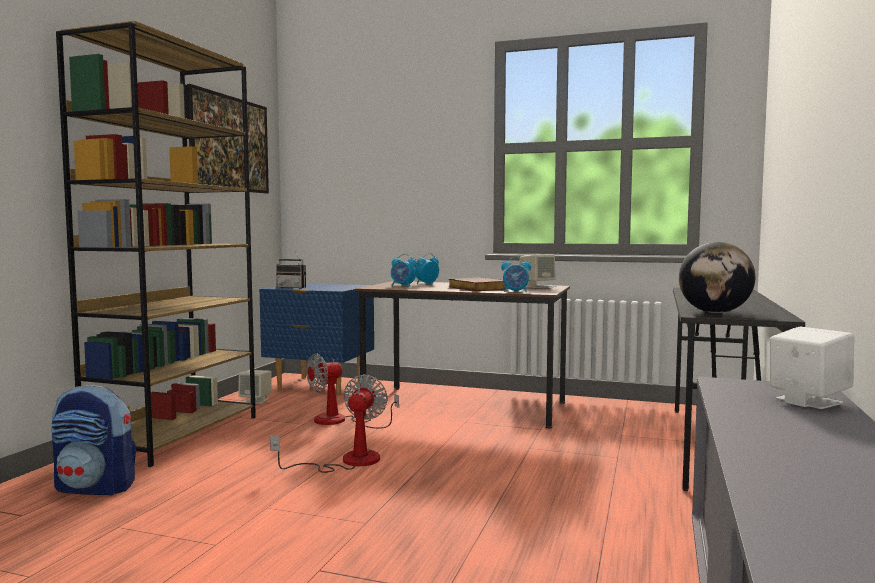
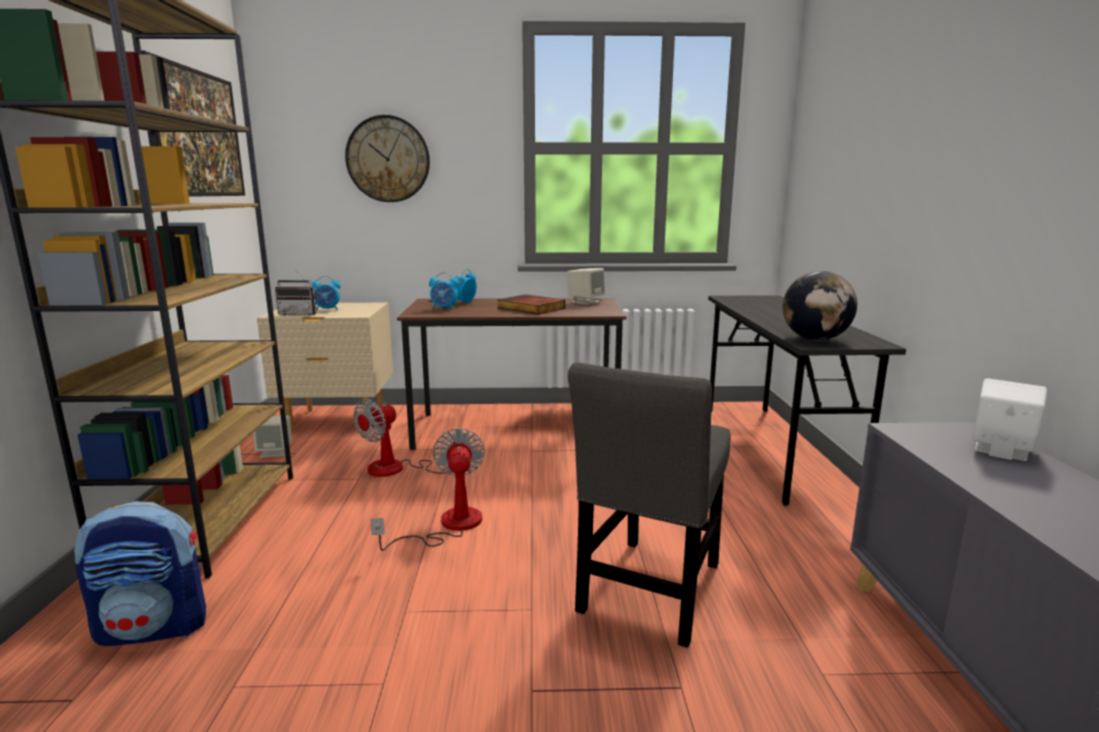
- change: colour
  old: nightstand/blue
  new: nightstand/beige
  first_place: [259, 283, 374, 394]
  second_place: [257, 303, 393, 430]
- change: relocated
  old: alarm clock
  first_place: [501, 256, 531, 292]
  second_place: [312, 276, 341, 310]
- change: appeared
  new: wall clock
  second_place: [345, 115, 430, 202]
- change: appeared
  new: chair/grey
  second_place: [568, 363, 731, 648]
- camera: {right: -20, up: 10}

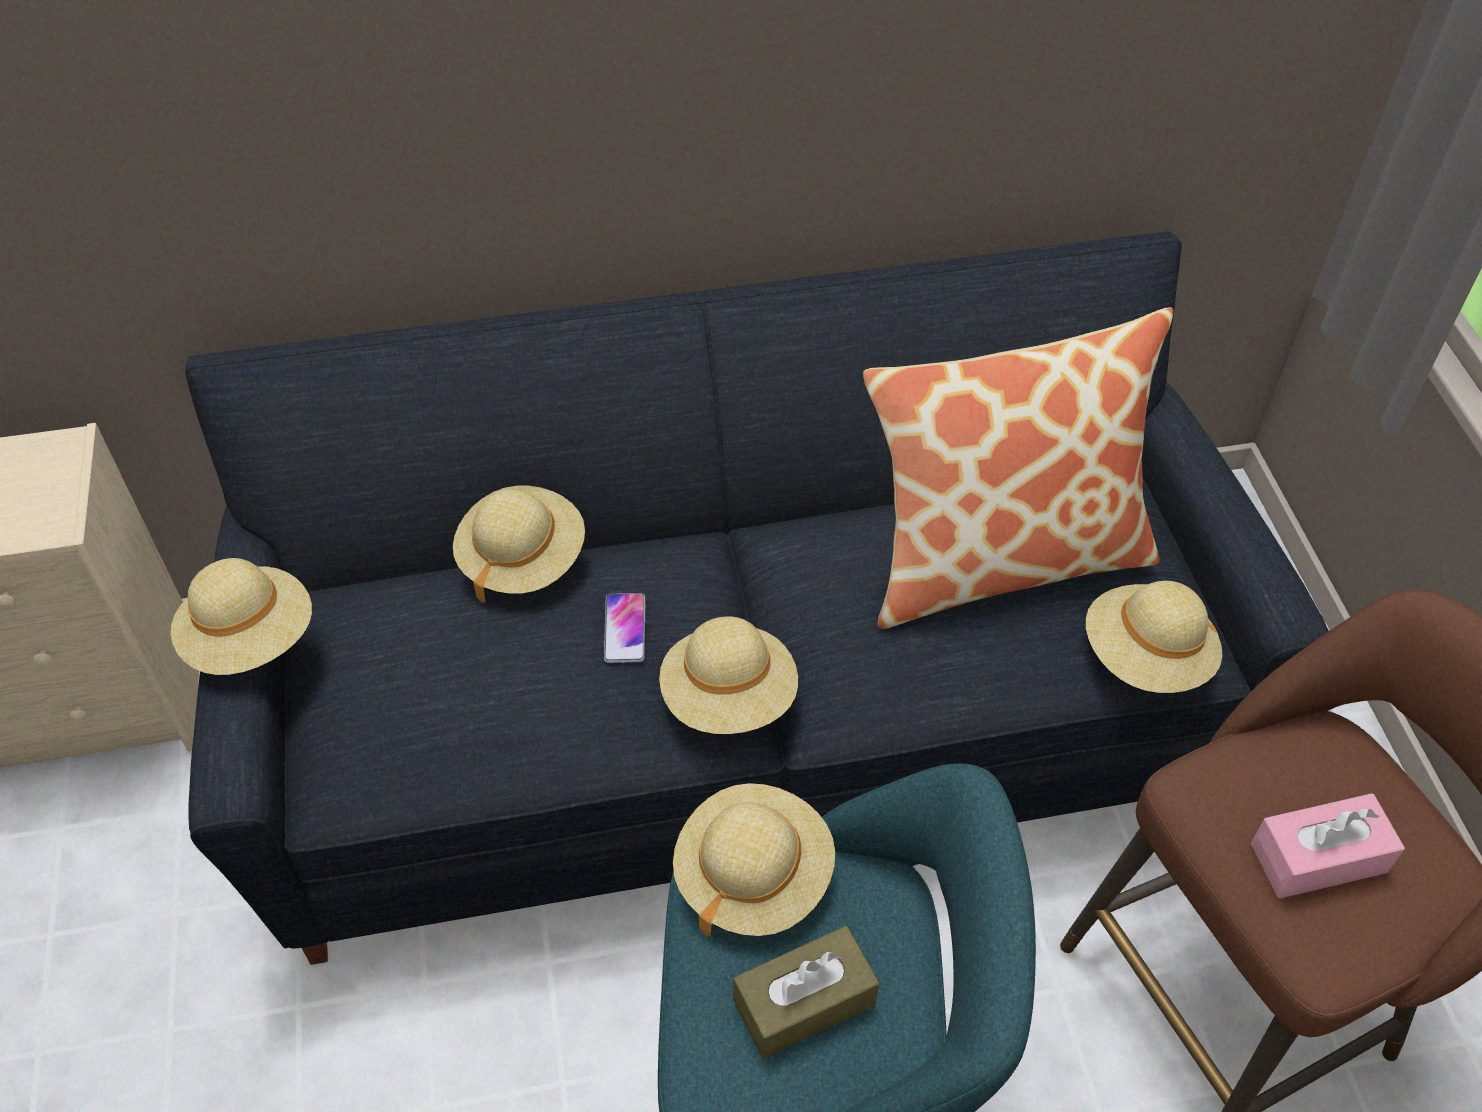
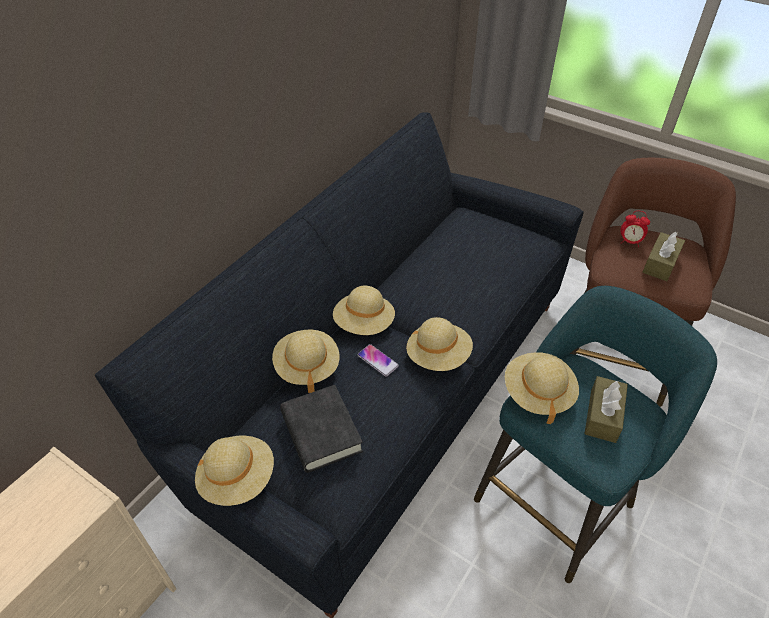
- change: appeared
  new: book/black
  second_place: [280, 385, 363, 473]
- change: relocated
  old: hat/beige
  first_place: [1086, 581, 1222, 693]
  second_place: [333, 286, 395, 335]
- change: appeared
  new: alarm clock
  second_place: [620, 210, 650, 247]
- change: colour
  old: tissue box/pink
  new: tissue box/brown
  first_place: [1251, 793, 1405, 899]
  second_place: [643, 231, 685, 281]
- change: missing
  old: pillow
  first_place: [863, 307, 1174, 629]
- camera: {right: -45, up: -5}

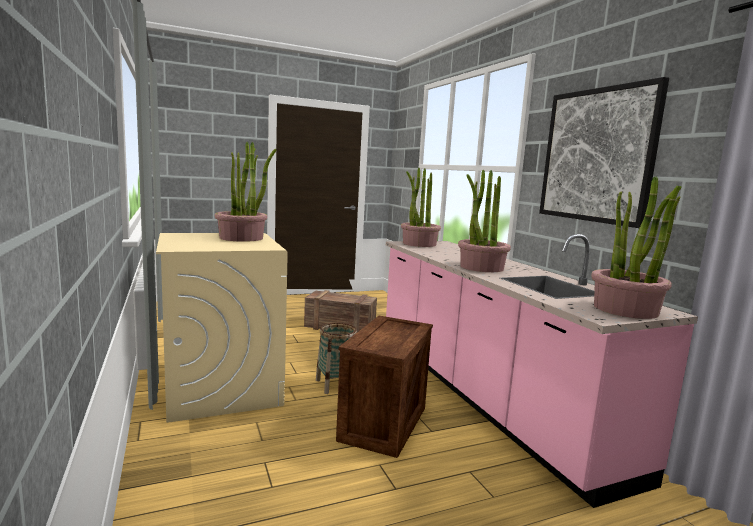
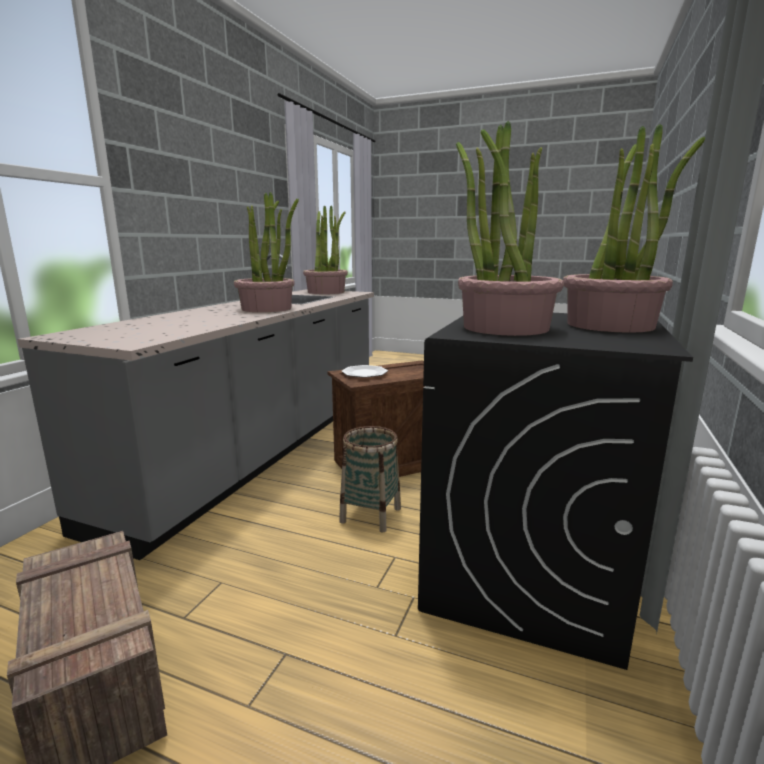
- change: colour
  old: counter/pink
  new: counter/grey
  first_place: [386, 234, 698, 508]
  second_place: [17, 254, 374, 560]
- change: appeared
  new: plate
  second_place: [341, 365, 388, 378]
- change: colour
  old: washing machine/beige
  new: washing machine/black
  first_place: [156, 233, 288, 423]
  second_place: [418, 313, 693, 670]
- change: relocated
  old: potted plant
  first_place: [401, 168, 441, 247]
  second_place: [563, 124, 705, 333]
- change: missing
  old: picture
  first_place: [539, 77, 669, 228]
- camera: {right: -135, up: 5}

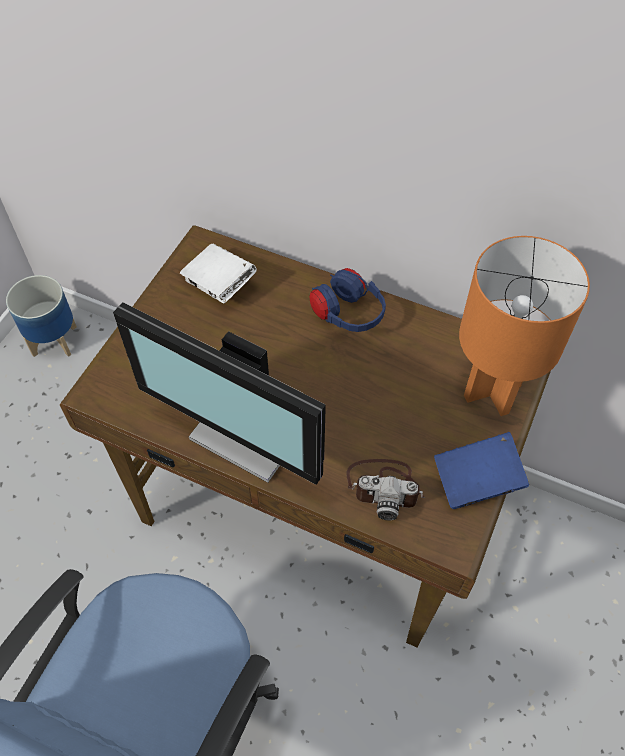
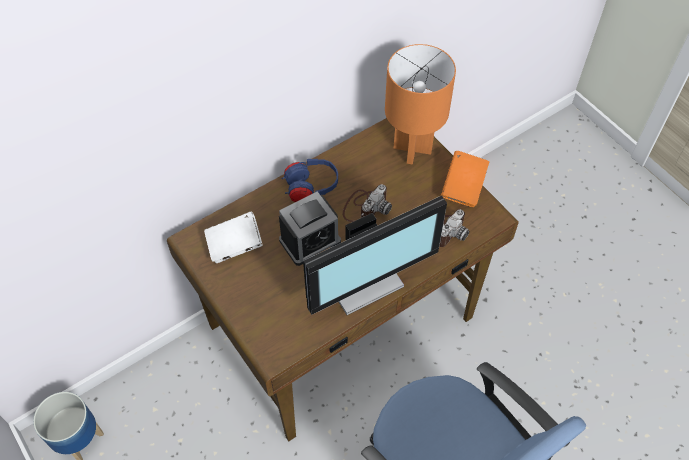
- change: appeared
  new: alarm clock
  second_place: [279, 191, 341, 266]
- change: appeared
  new: photo camera
  second_place: [343, 184, 392, 222]
- change: colour
  old: book/blue
  new: book/orange
  first_place: [434, 432, 529, 509]
  second_place: [441, 151, 489, 207]
- camera: {right: -60, up: 0}

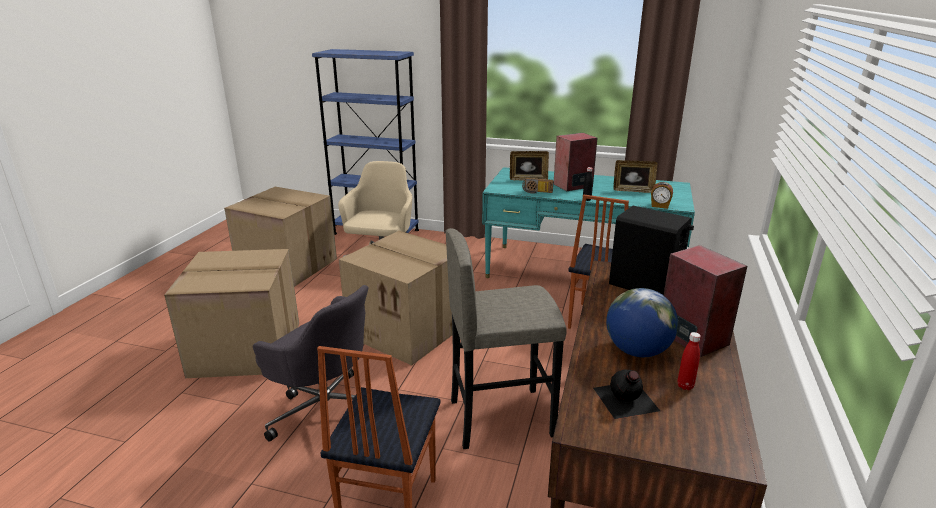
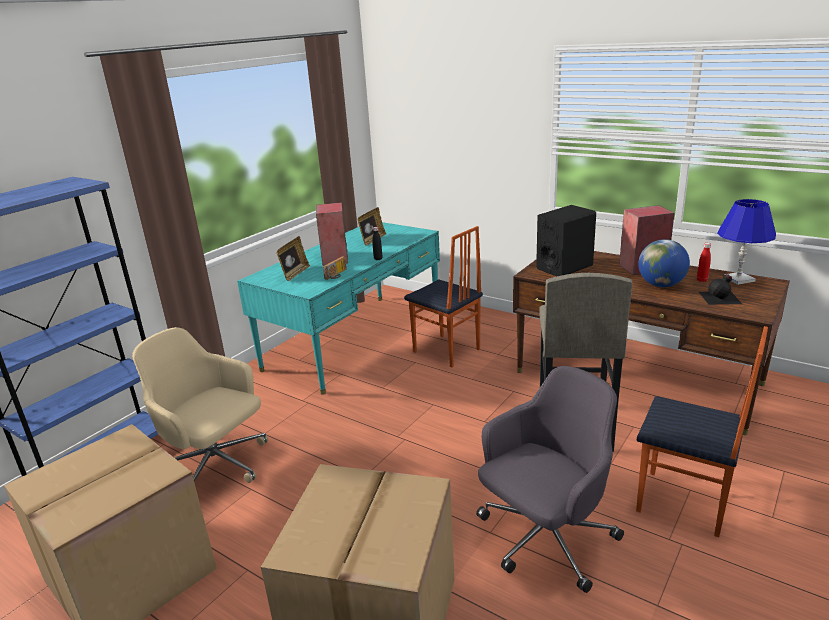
- change: appeared
  new: table lamp/blue
  second_place: [717, 199, 776, 285]
- change: missing
  old: cardboard box
  first_place: [339, 231, 452, 365]
- change: missing
  old: alarm clock
  first_place: [651, 182, 673, 209]
- camera: {right: -70, up: 0}

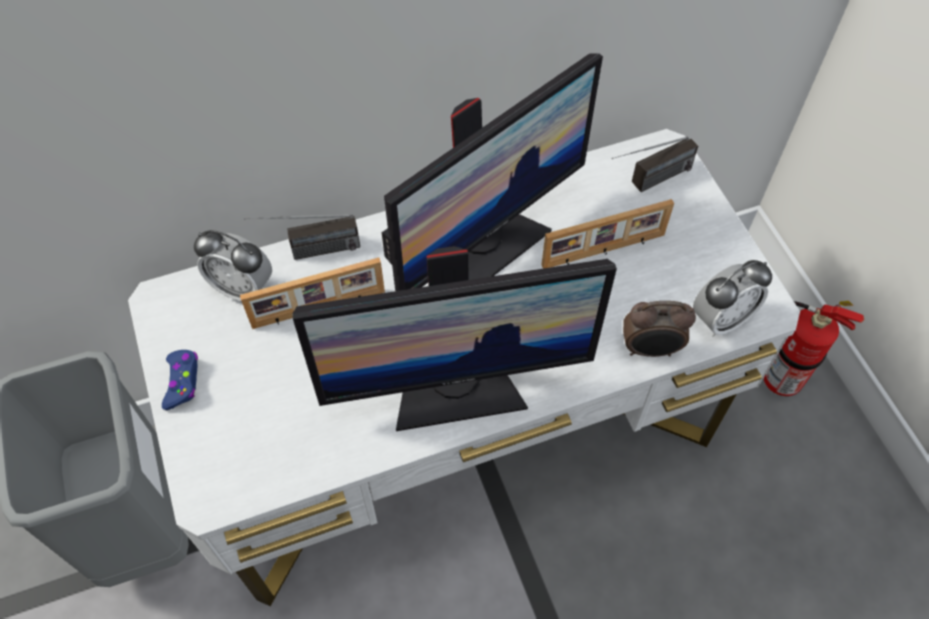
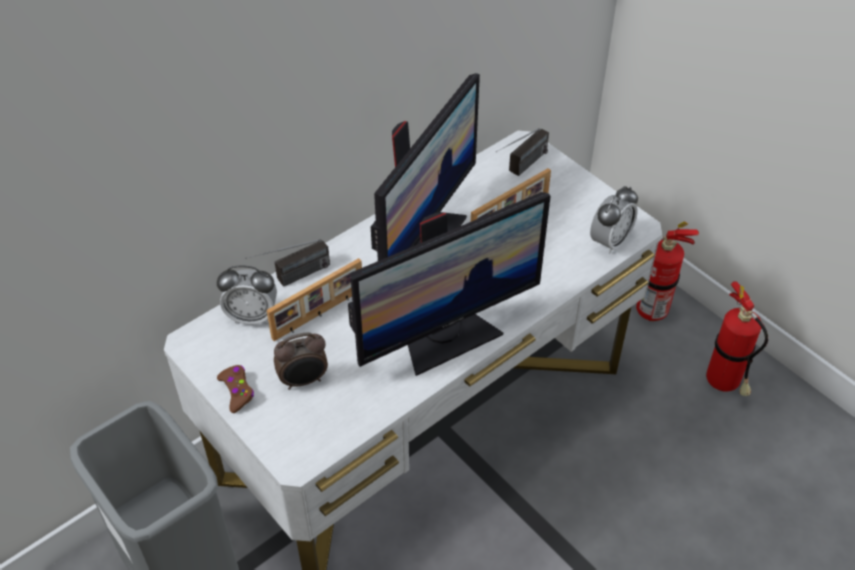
- change: colour
  old: game controller/blue
  new: game controller/brown
  first_place: [162, 350, 198, 410]
  second_place: [217, 365, 254, 413]
- change: relocated
  old: alarm clock
  first_place: [623, 301, 696, 357]
  second_place: [274, 332, 328, 390]
- change: appeared
  new: fire extinguisher
  second_place: [706, 281, 768, 396]
- camera: {right: -20, up: -10}

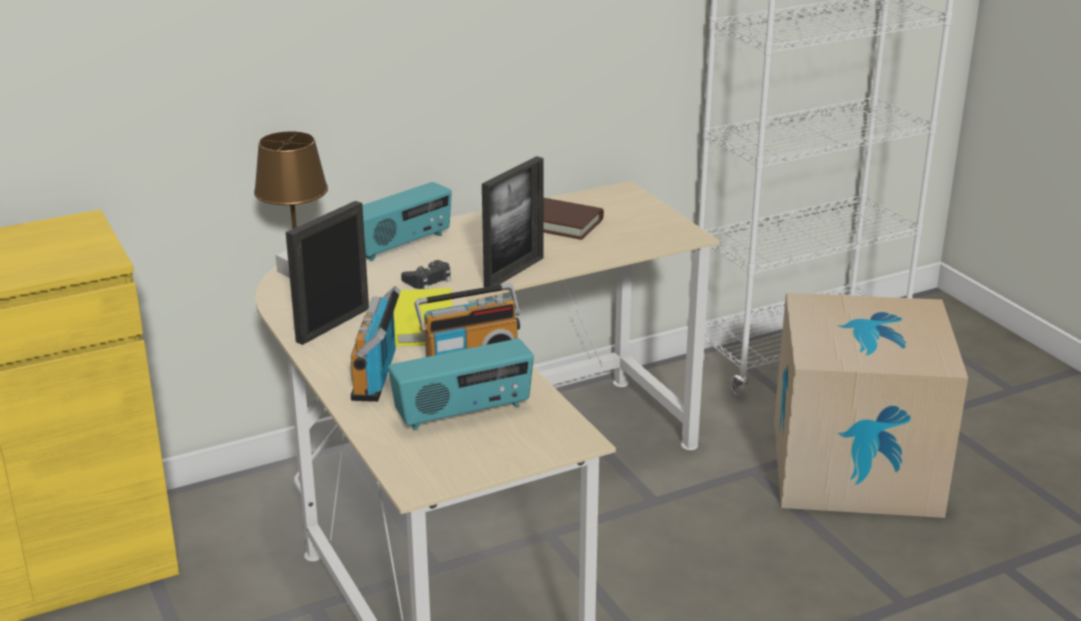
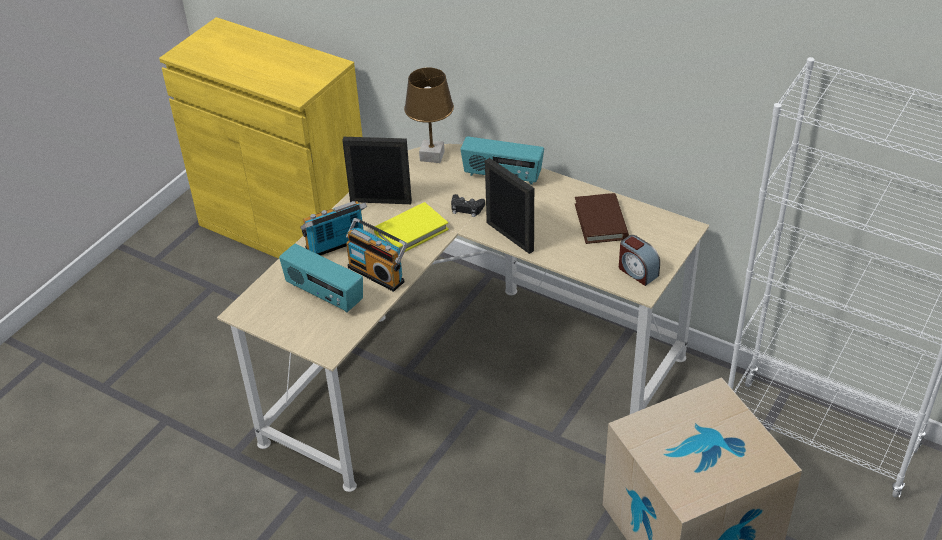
- change: spun
  old: picture frame
  first_place: [482, 156, 544, 287]
  second_place: [485, 158, 534, 254]
  degrees: -135
- change: appeared
  new: alarm clock
  second_place: [619, 235, 660, 286]
- camera: {right: 60, up: 15}

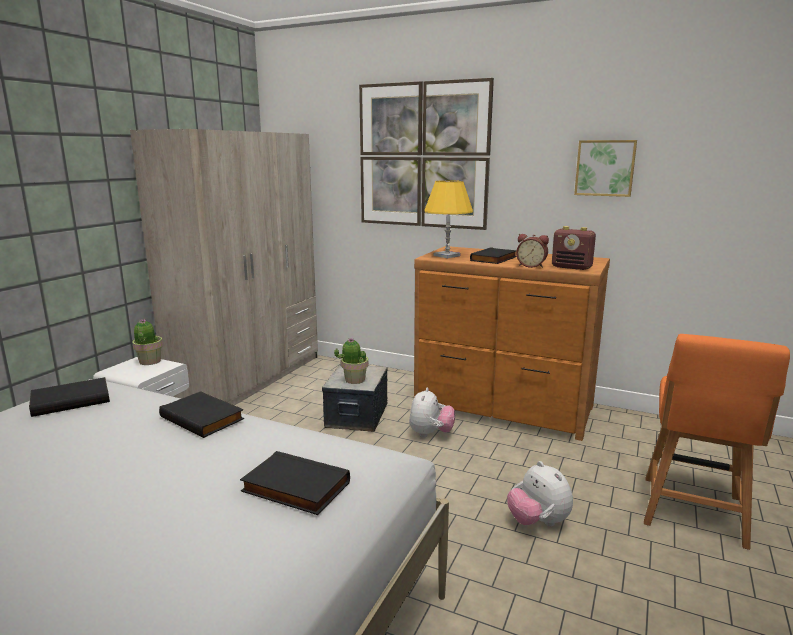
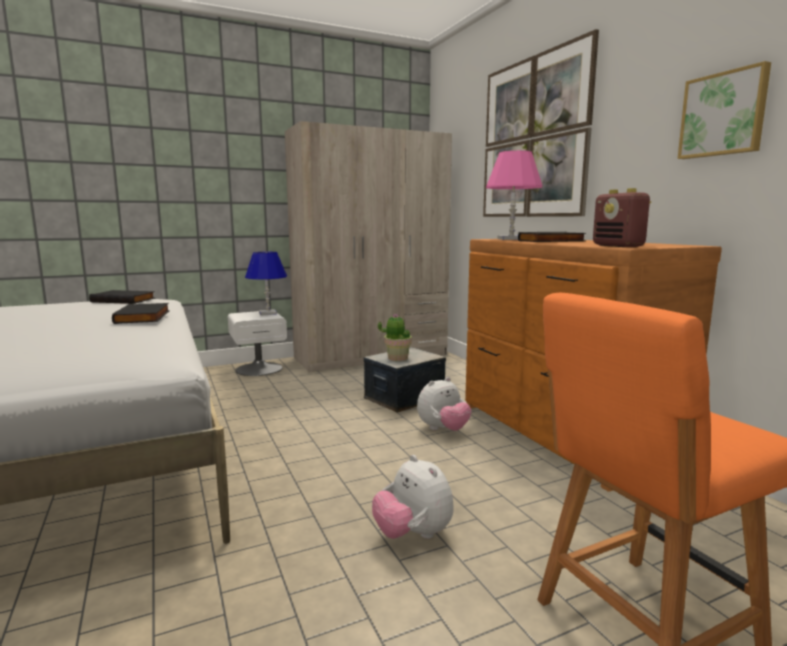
- change: exchanged
  old: potted plant
  new: table lamp/blue
  first_place: [132, 319, 163, 365]
  second_place: [245, 252, 287, 315]
- change: spun
  old: plush toy
  first_place: [507, 461, 573, 526]
  second_place: [372, 455, 454, 539]
  degrees: -45
- change: colour
  old: table lamp/yellow
  new: table lamp/pink
  first_place: [424, 180, 473, 258]
  second_place: [486, 150, 542, 240]
- change: missing
  old: book/black
  first_place: [240, 451, 350, 515]
- change: missing
  old: alarm clock
  first_place: [516, 234, 549, 268]
- camera: {right: 40, up: -5}

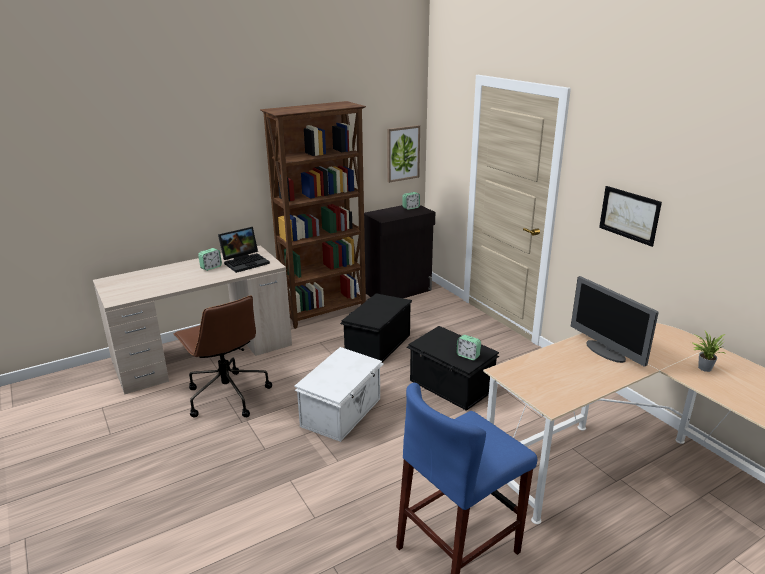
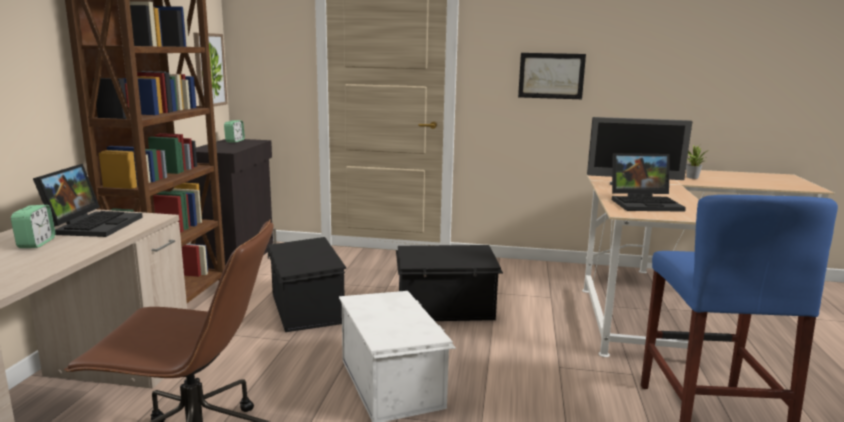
- change: appeared
  new: laptop
  second_place: [612, 153, 686, 212]
- change: missing
  old: alarm clock
  first_place: [456, 335, 481, 360]
- camera: {right: -50, up: -10}

